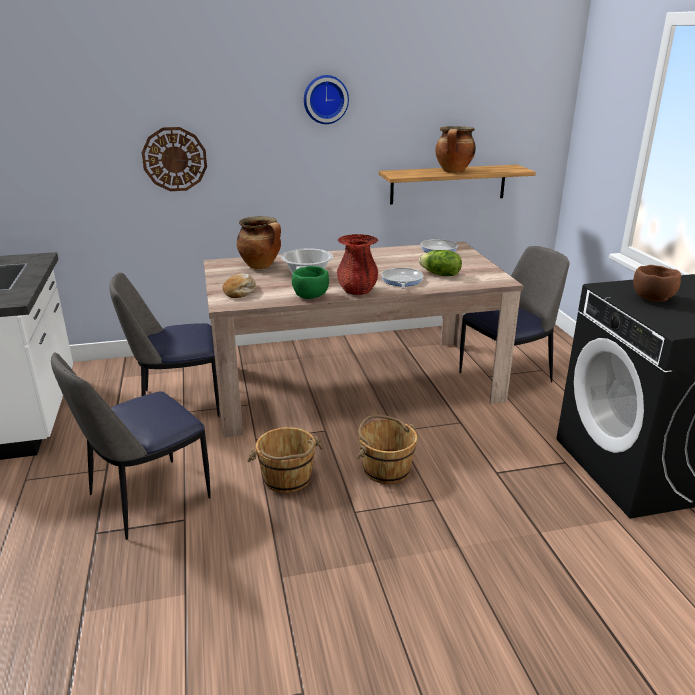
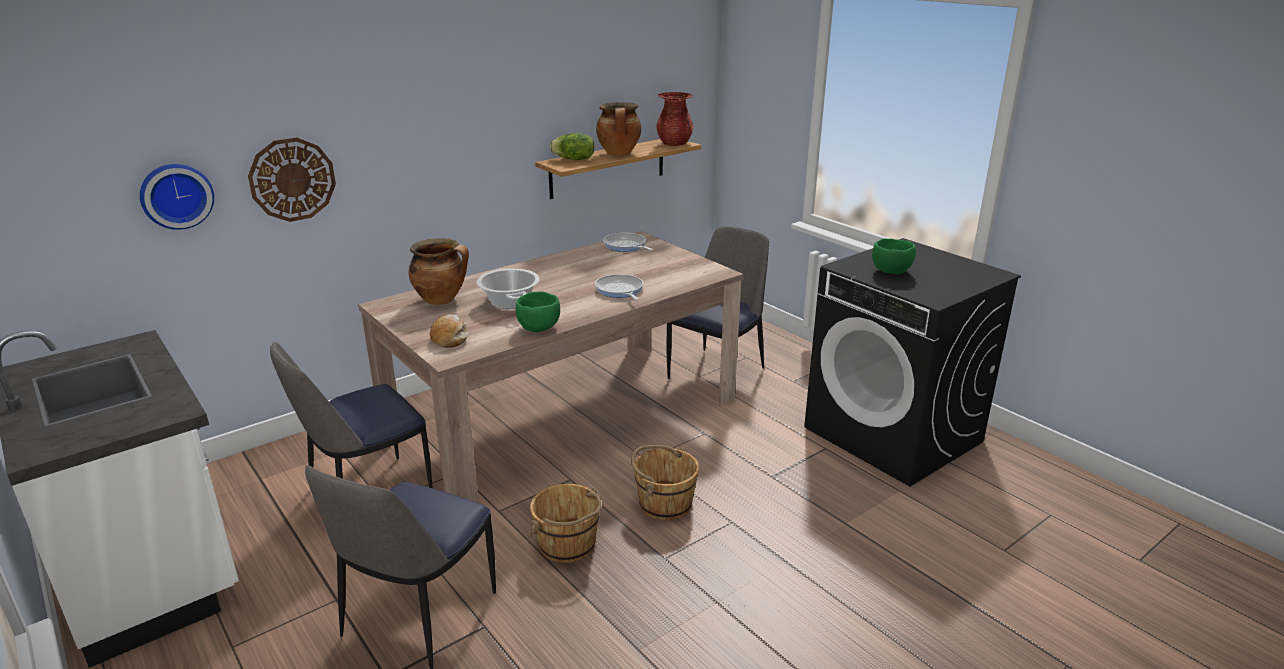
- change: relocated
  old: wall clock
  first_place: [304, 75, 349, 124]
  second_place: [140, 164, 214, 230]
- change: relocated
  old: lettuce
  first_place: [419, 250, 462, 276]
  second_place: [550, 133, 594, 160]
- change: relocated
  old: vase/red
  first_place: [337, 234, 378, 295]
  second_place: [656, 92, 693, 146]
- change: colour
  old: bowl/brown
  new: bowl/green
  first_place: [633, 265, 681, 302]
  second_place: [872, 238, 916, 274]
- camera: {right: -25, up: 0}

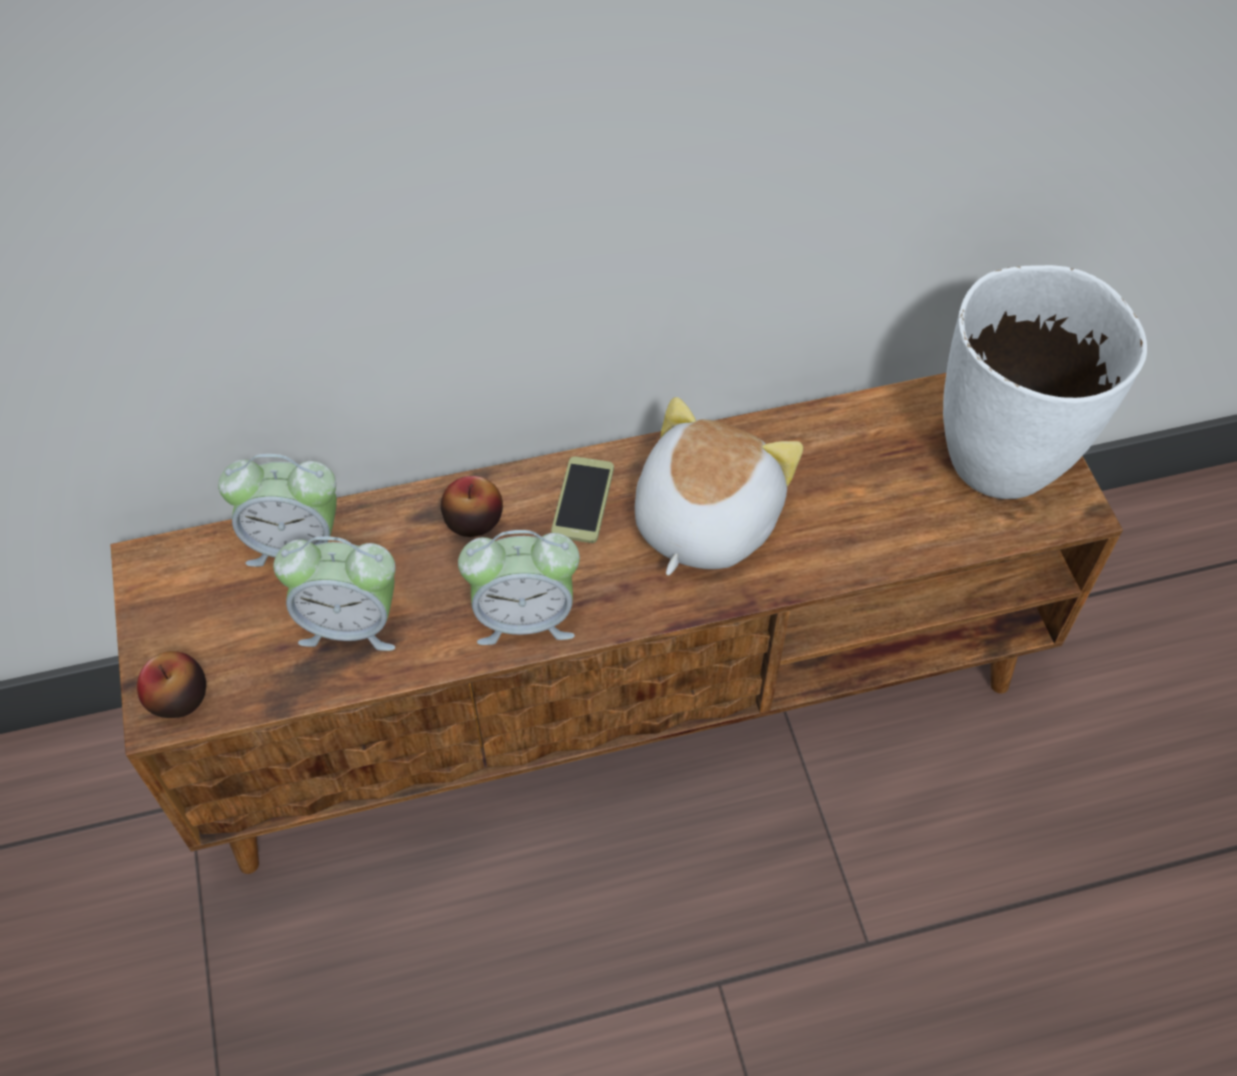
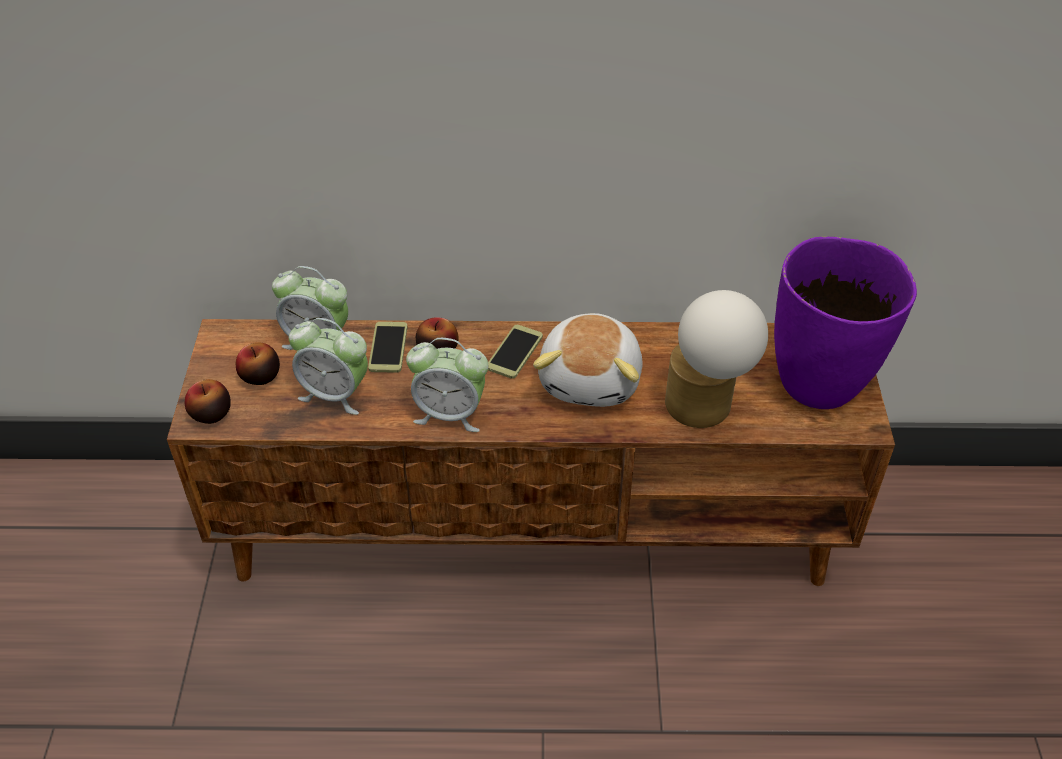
- change: appeared
  new: apple
  second_place: [236, 342, 280, 385]
- change: appeared
  new: phone
  second_place: [368, 322, 408, 373]
- change: spun
  old: plush toy
  first_place: [635, 397, 803, 576]
  second_place: [533, 313, 642, 407]
  degrees: 150
- change: appeared
  new: table lamp
  second_place: [665, 290, 768, 428]
- change: colour
  old: vase/white
  new: vase/purple
  first_place: [943, 265, 1147, 499]
  second_place: [774, 236, 917, 409]
- camera: {right: 15, up: -10}

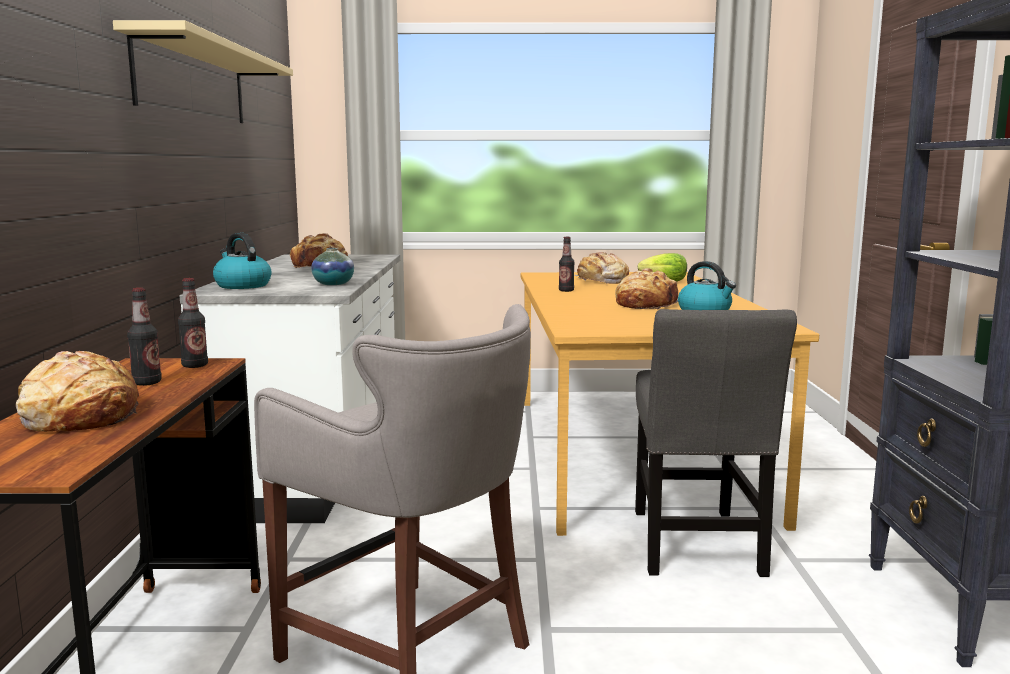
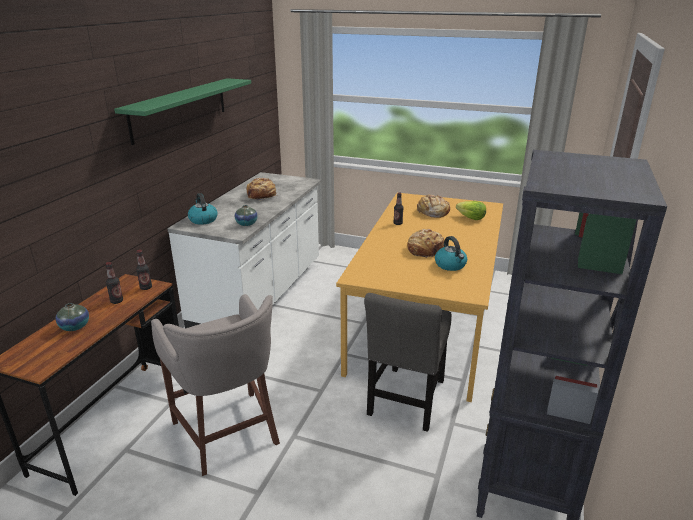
- change: exchanged
  old: bread
  new: vase
  first_place: [16, 351, 139, 432]
  second_place: [56, 303, 89, 331]
- change: colour
  old: shelf/beige
  new: shelf/green
  first_place: [113, 20, 293, 123]
  second_place: [114, 78, 251, 145]
- camera: {right: 20, up: 15}

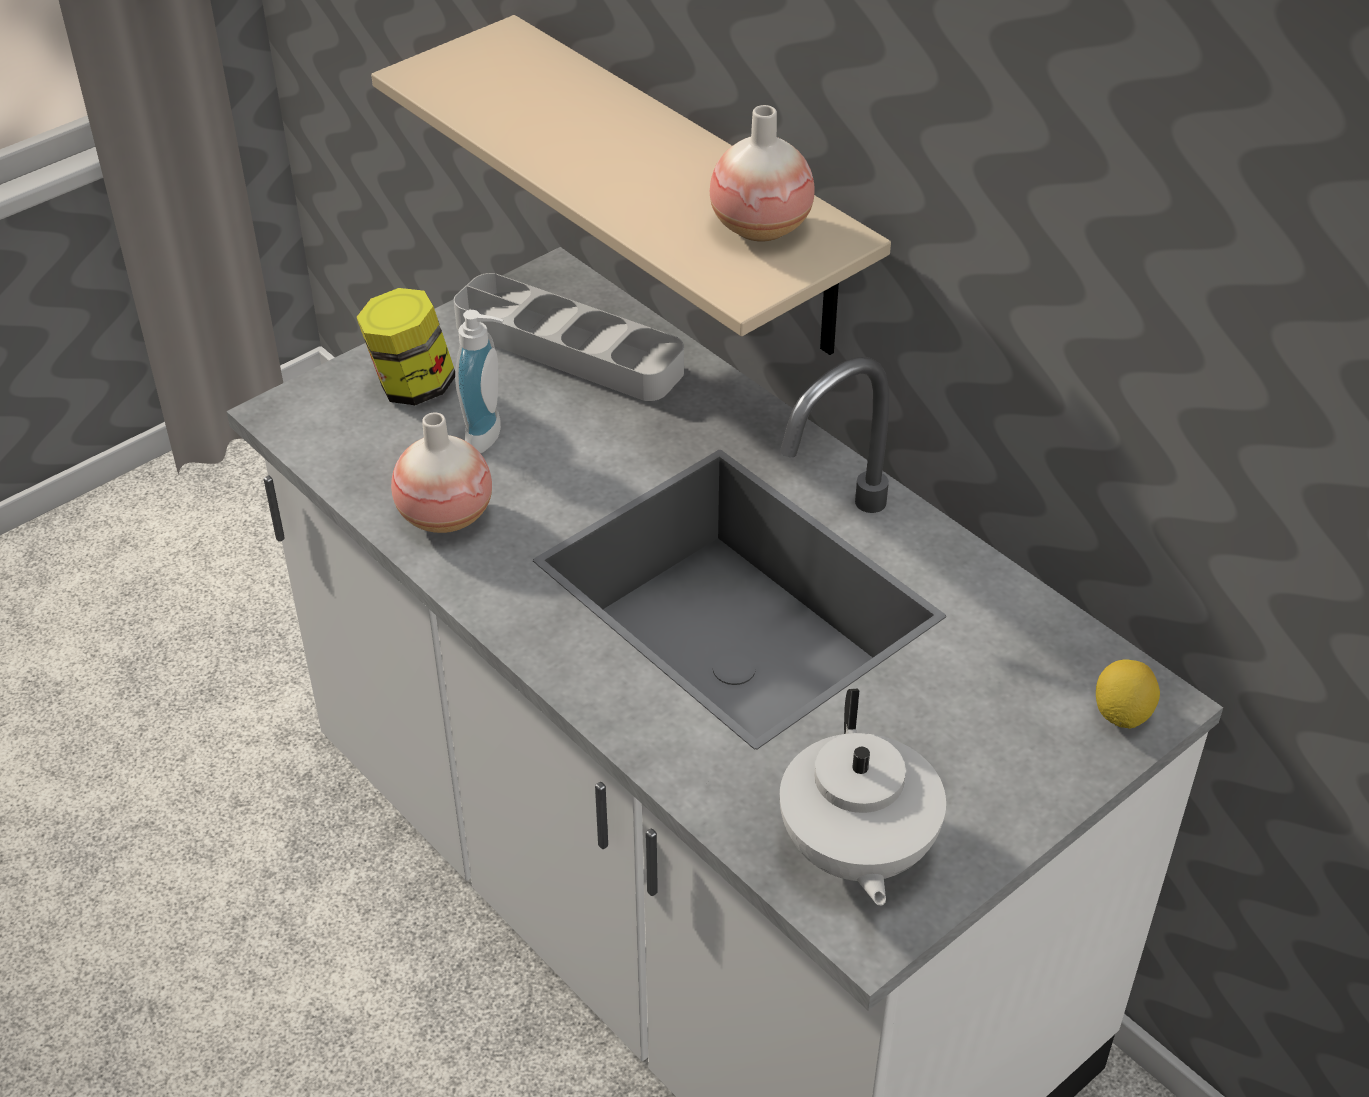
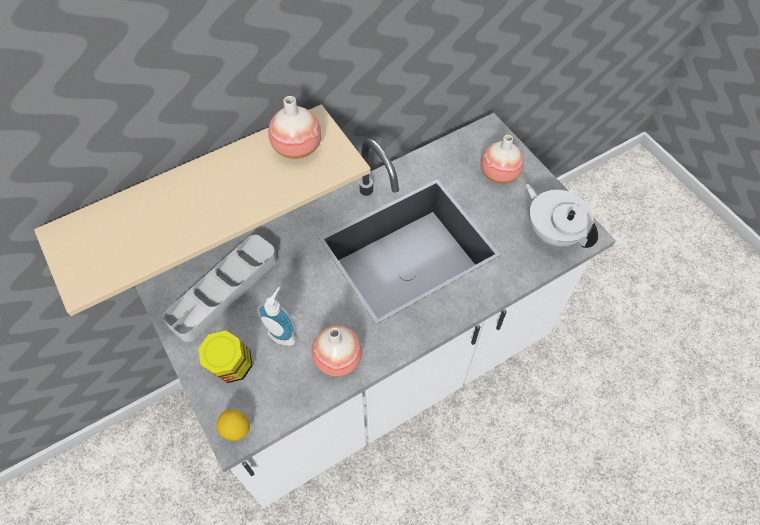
- change: relocated
  old: lemon
  first_place: [1096, 659, 1160, 729]
  second_place: [216, 409, 250, 441]
- change: appeared
  new: vase
  second_place: [481, 135, 524, 184]
- change: spun
  old: teapot/white
  first_place: [780, 689, 946, 906]
  second_place: [526, 184, 598, 248]
  degrees: -135
- camera: {right: -80, up: 15}

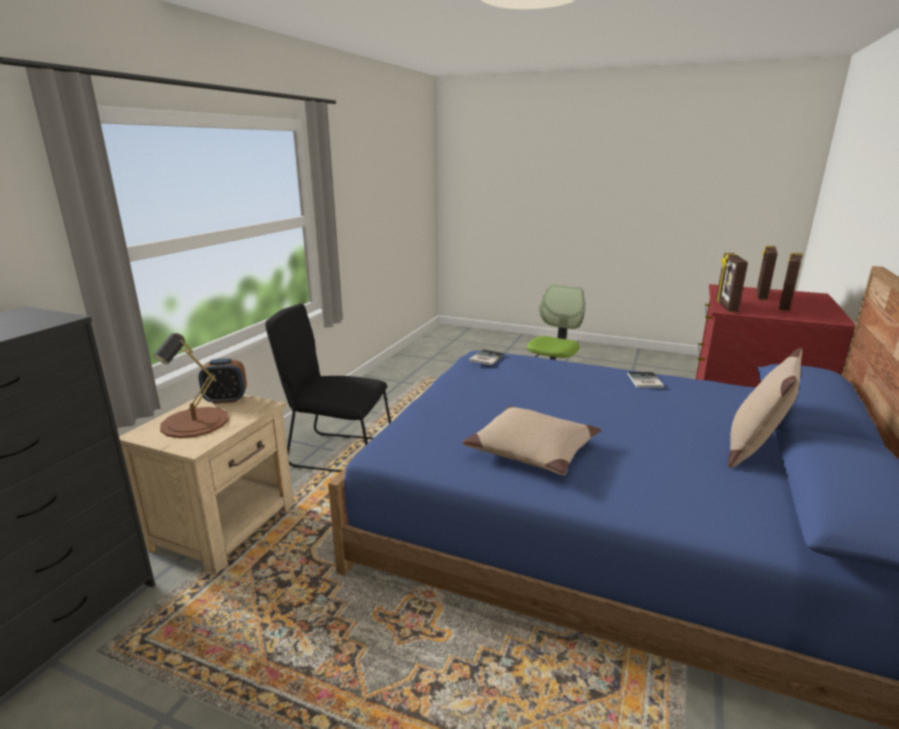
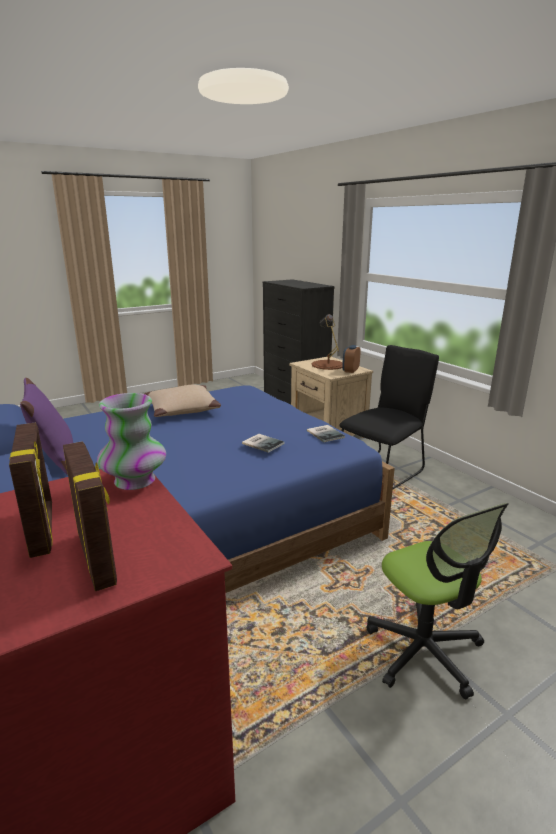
- change: colour
  old: pillow/beige
  new: pillow/purple
  first_place: [728, 348, 802, 468]
  second_place: [20, 378, 73, 475]
- change: exchanged
  old: picture frame
  new: vase
  first_place: [716, 253, 748, 312]
  second_place: [97, 393, 166, 490]
- change: relocated
  old: book
  first_place: [628, 372, 664, 388]
  second_place: [242, 434, 284, 453]
- camera: {right: 125, up: 0}

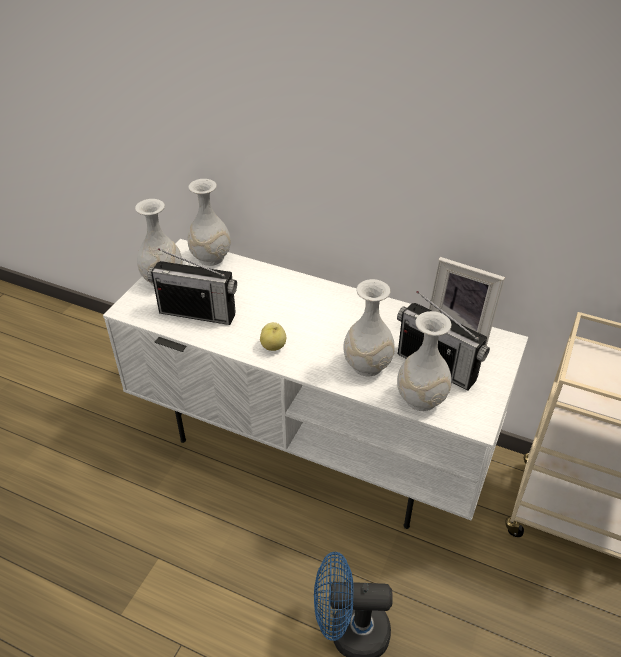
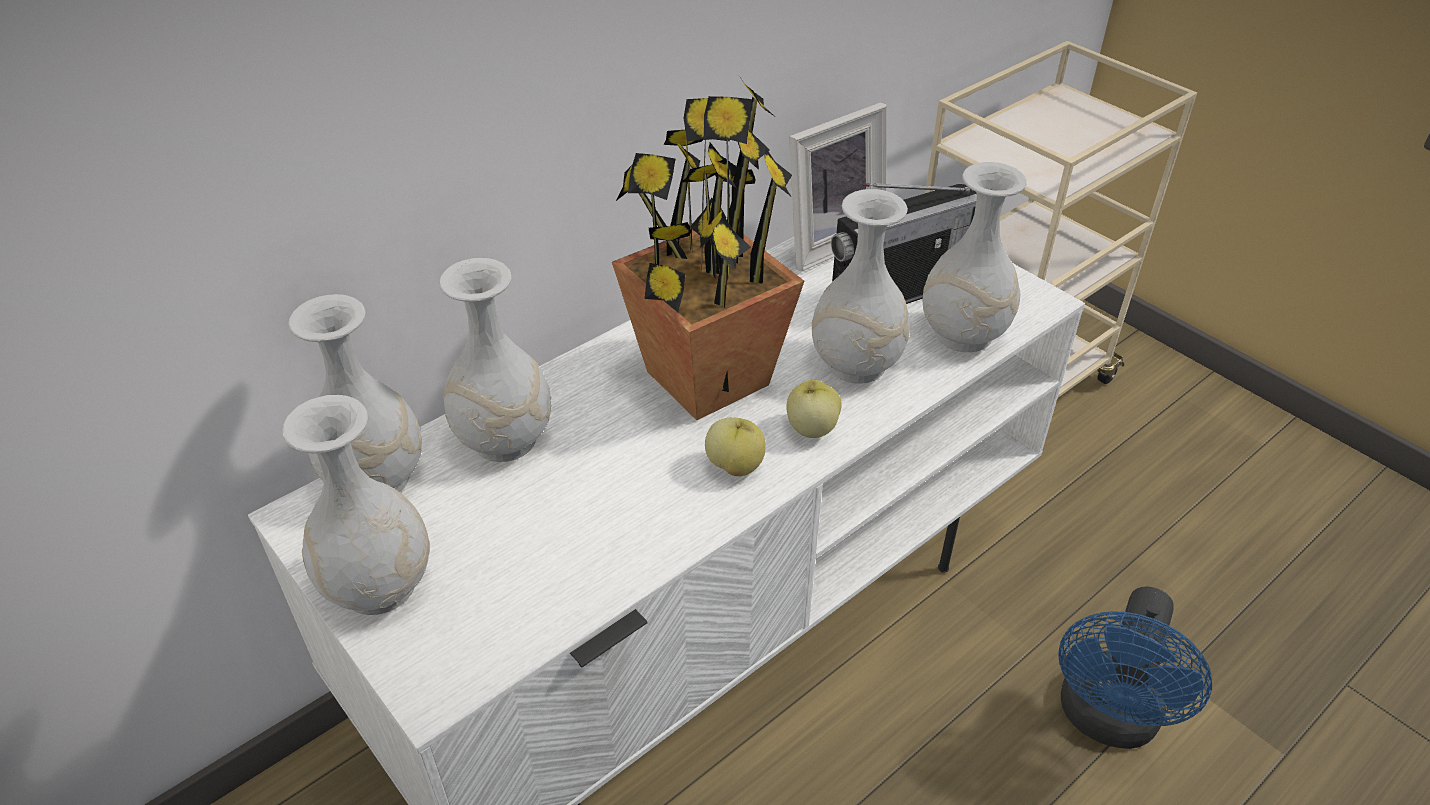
- change: appeared
  new: vase/white
  second_place: [439, 258, 551, 462]
- change: appeared
  new: potted plant
  second_place: [612, 76, 804, 420]
- change: appeared
  new: apple
  second_place: [786, 380, 842, 438]
- change: missing
  old: radio
  first_place: [147, 248, 237, 325]
- camera: {right: -65, up: 0}

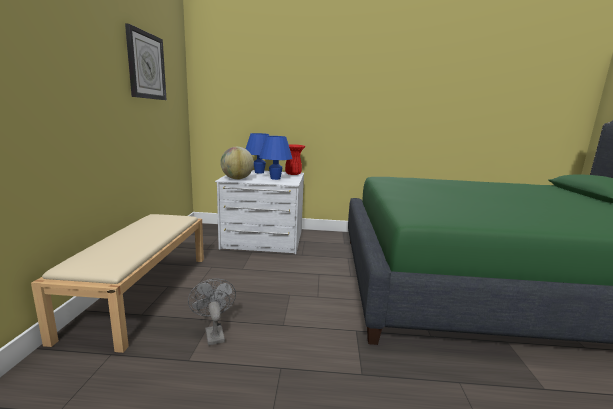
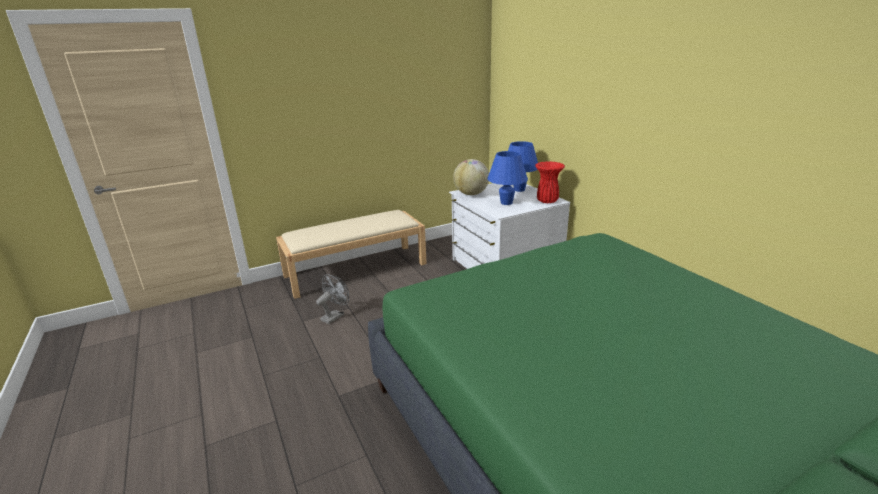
- change: missing
  old: wall clock
  first_place: [125, 24, 167, 100]
- camera: {right: 60, up: 10}

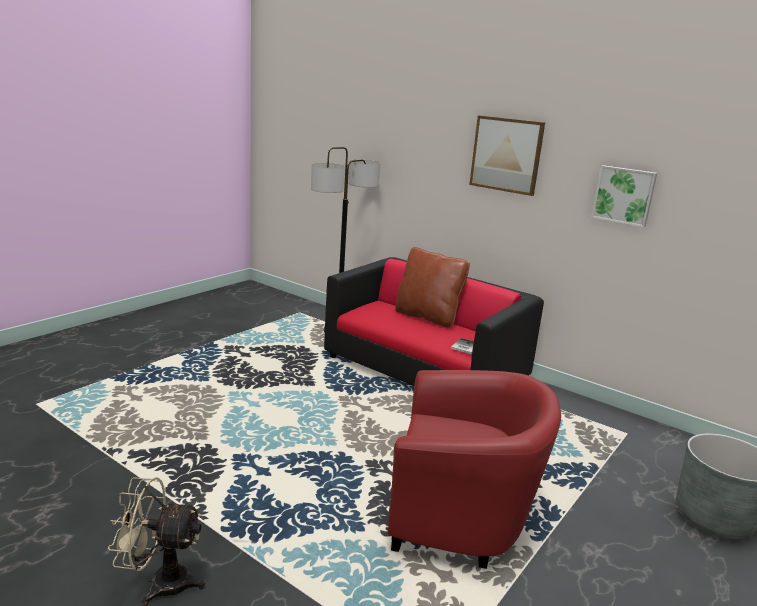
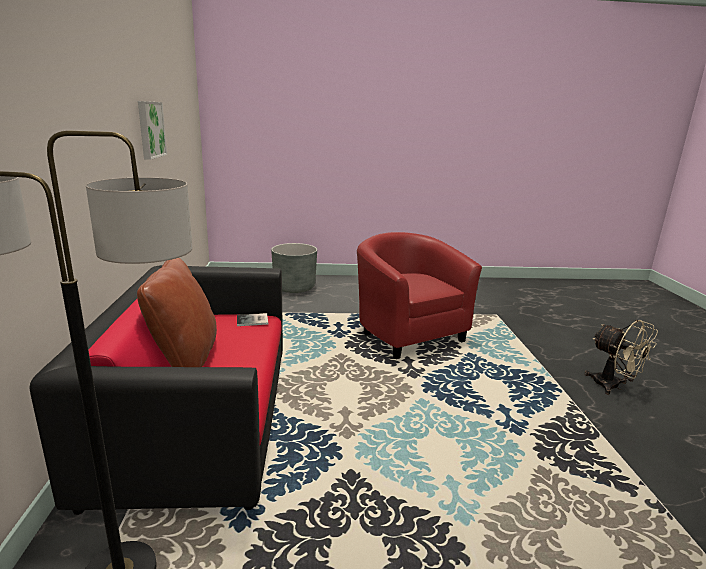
- change: missing
  old: picture
  first_place: [469, 115, 545, 196]
- camera: {right: -130, up: 0}

